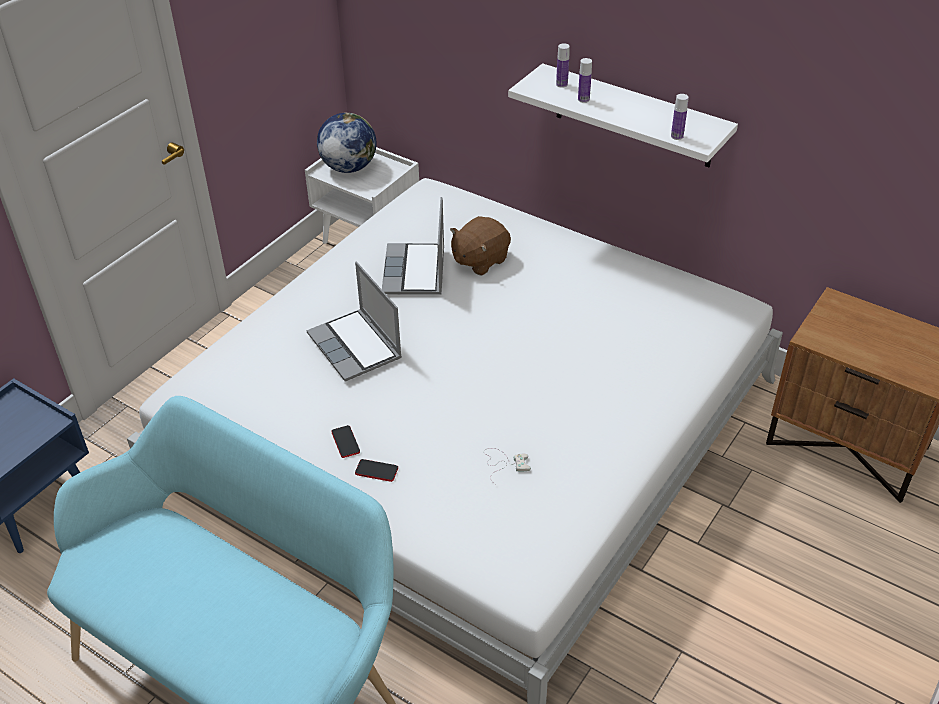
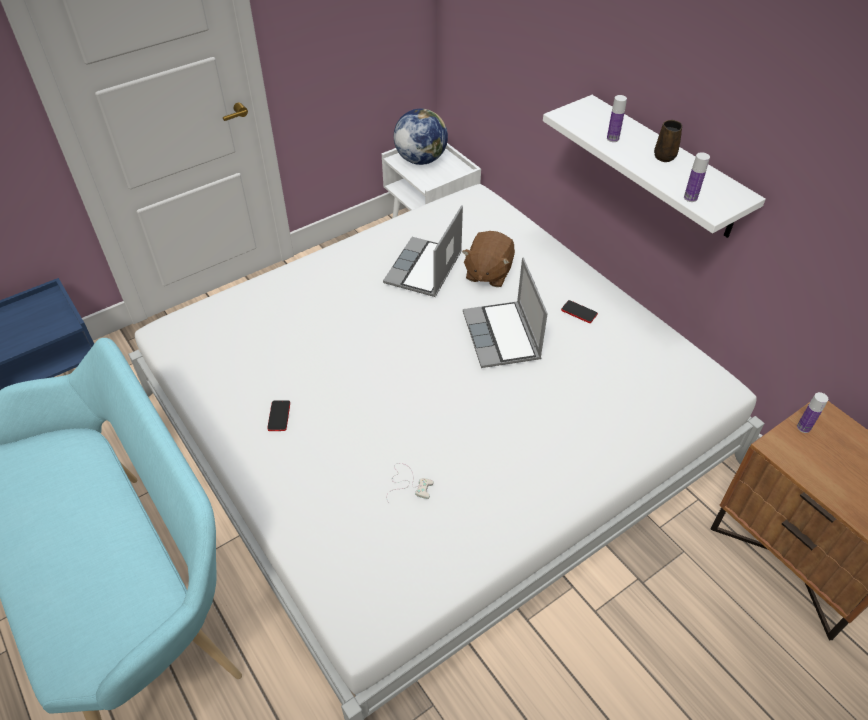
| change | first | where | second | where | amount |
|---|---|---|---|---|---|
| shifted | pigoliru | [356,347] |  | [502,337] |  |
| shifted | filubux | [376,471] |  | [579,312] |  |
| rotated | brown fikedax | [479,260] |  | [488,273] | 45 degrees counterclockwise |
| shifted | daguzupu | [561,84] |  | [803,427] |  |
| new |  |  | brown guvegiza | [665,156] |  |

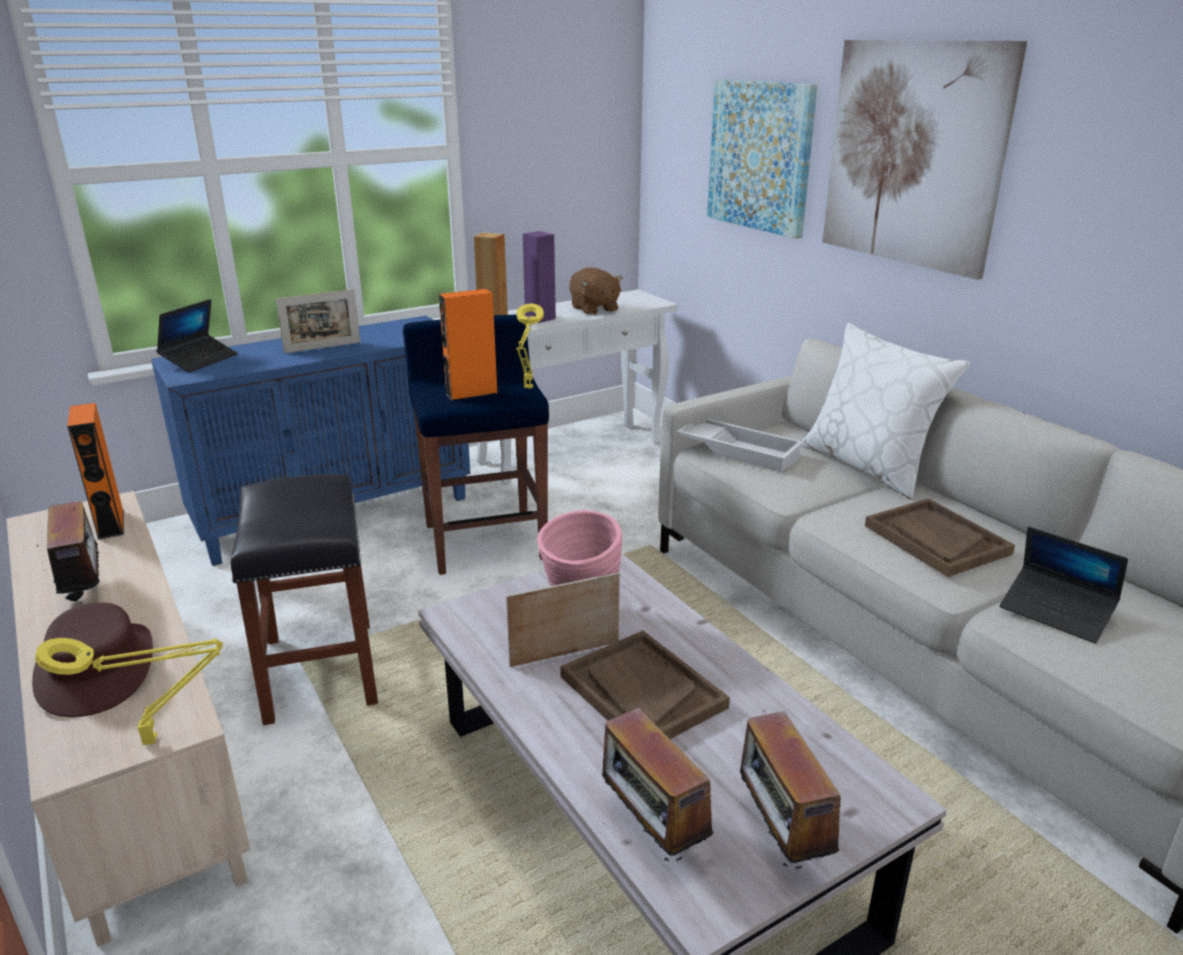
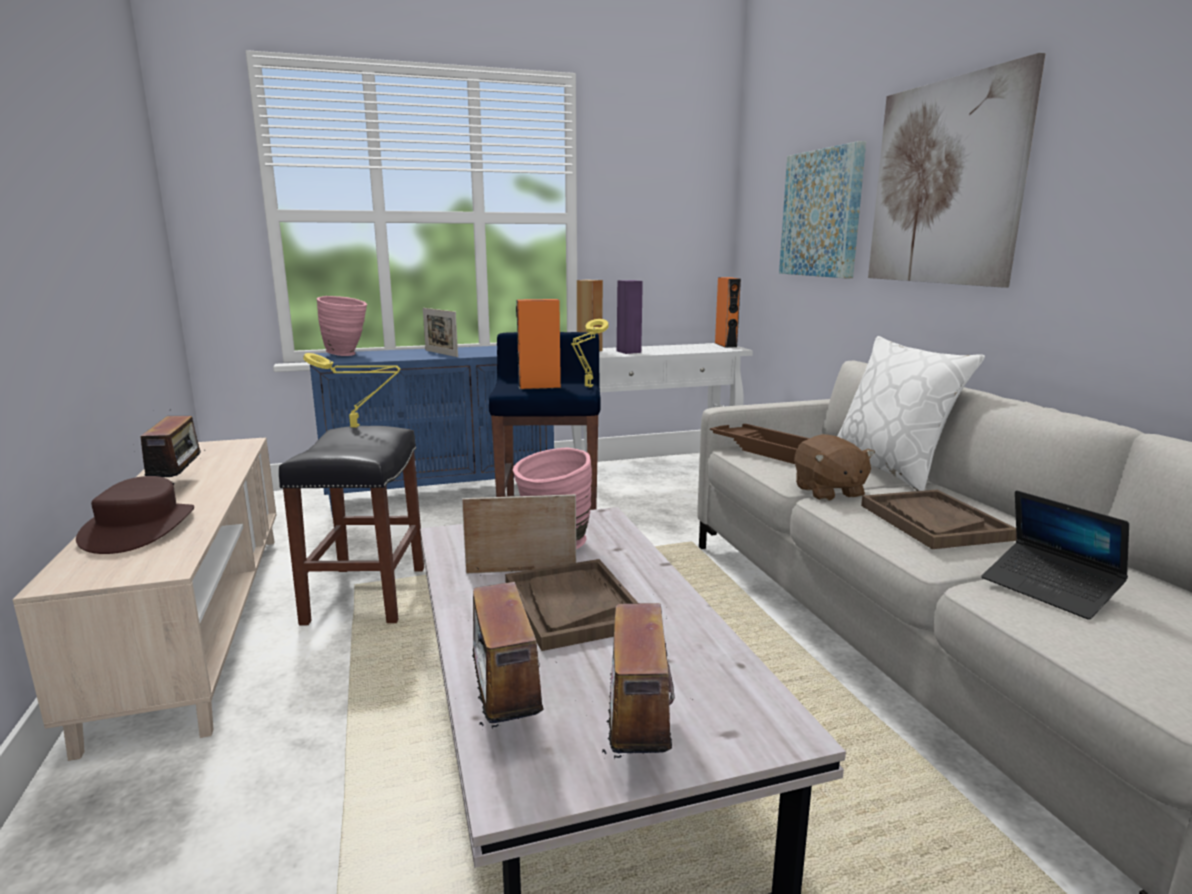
| change | first | where | second | where | amount |
|---|---|---|---|---|---|
| shifted | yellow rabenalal | [156,740] |  | [358,427] |  |
| shifted | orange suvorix | [111,524] |  | [725,345] |  |
| swapped | pigoliru | [200,360] | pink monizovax | [347,355] |  |
| rotated | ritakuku | [322,347] |  | [441,353] | 60 degrees clockwise |
| shifted | brown fikedax | [594,309] |  | [828,492] |  |
| repainted | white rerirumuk | [740,450] | brown rerirumuk | [767,449] |  |

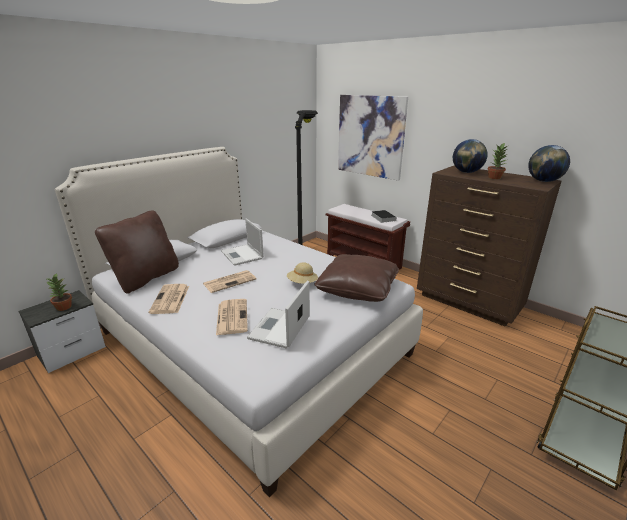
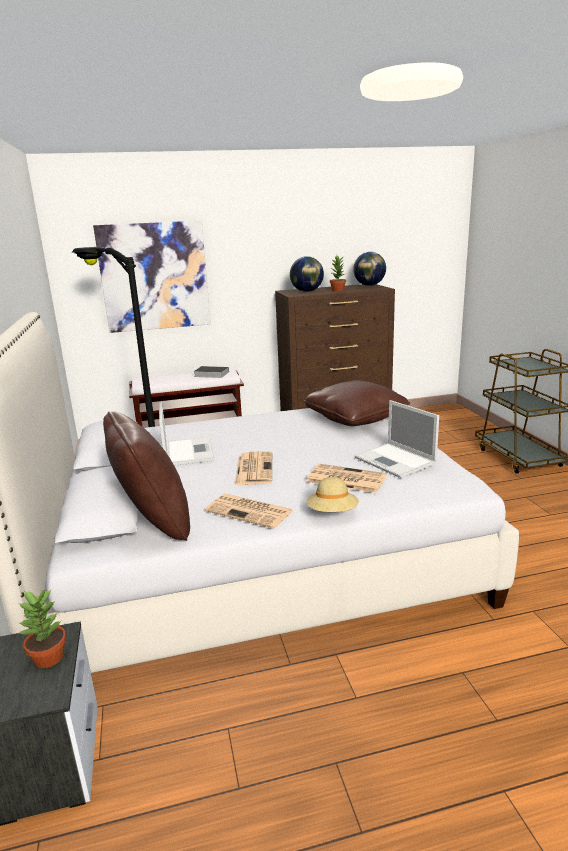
| change | first | where | second | where | amount |
|---|---|---|---|---|---|
| rotated | pigoliru | [242,255] |  | [187,451] | 105 degrees counterclockwise |
| shifted | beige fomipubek | [302,283] |  | [332,513] |  |

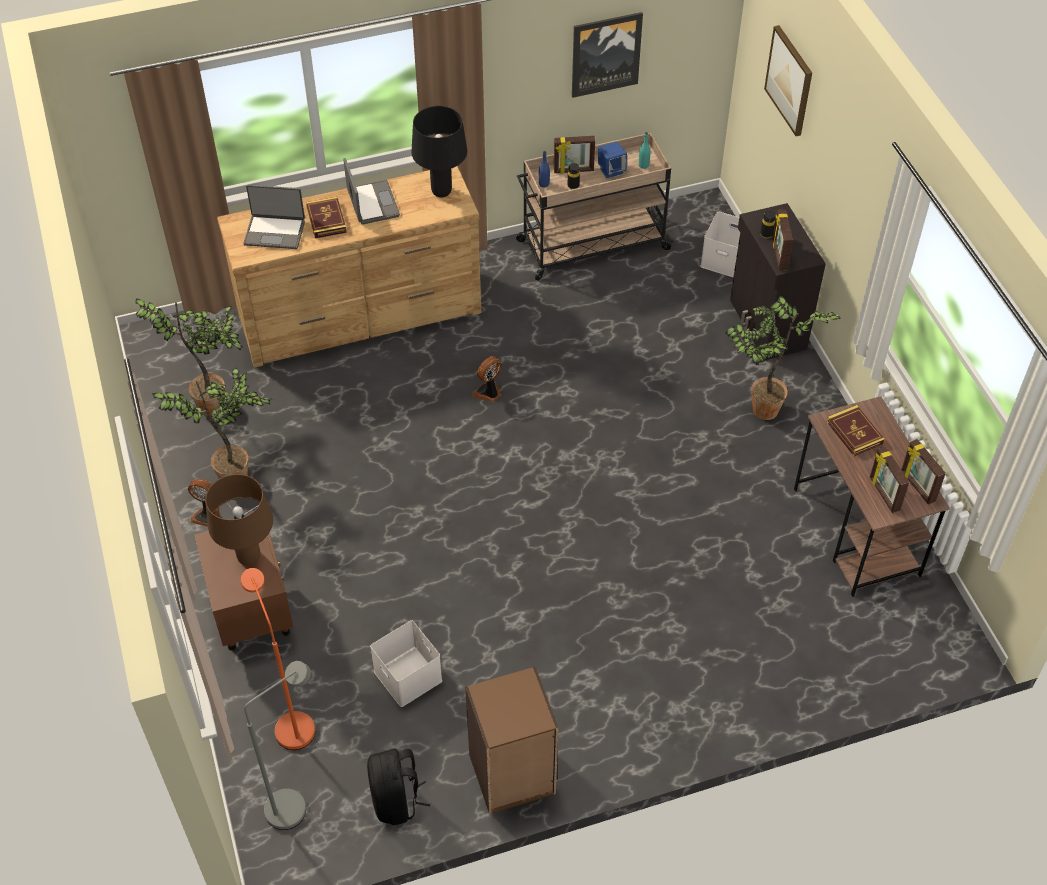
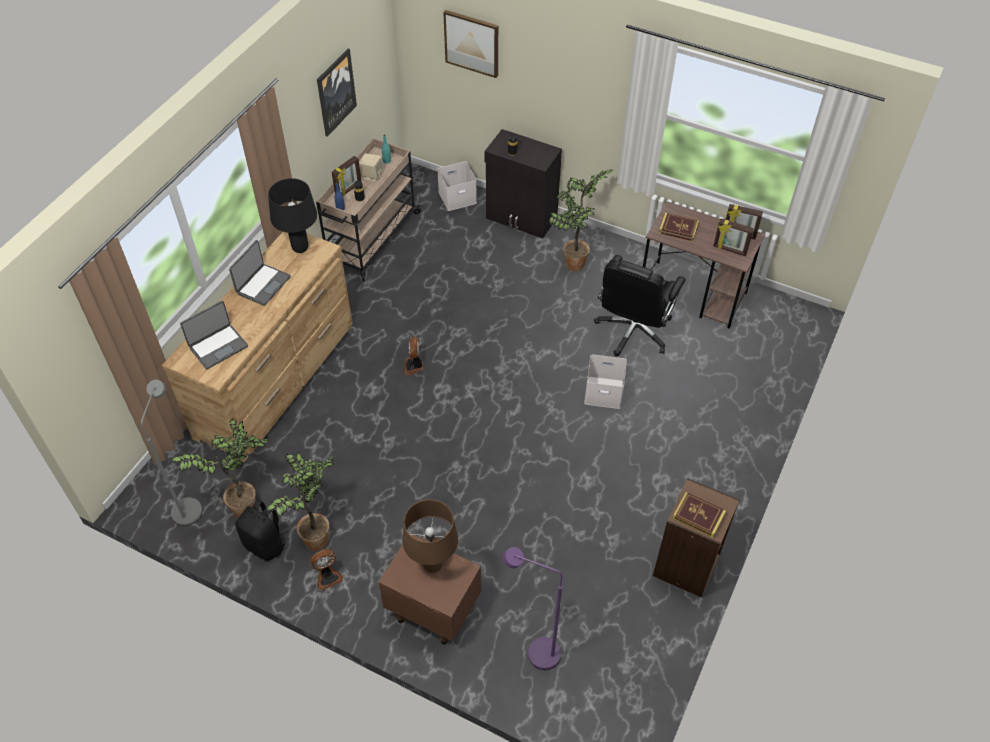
| change | first | where | second | where | amount |
|---|---|---|---|---|---|
| repainted | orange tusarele | [291,722] | purple tusarele | [535,651] |  |
| shifted | grey tusarele | [295,803] |  | [189,505] |  |
| shifted | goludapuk | [326,220] |  | [698,516] |  |
| rotated | pigoliru | [372,203] |  | [263,285] | 90 degrees clockwise |
| shifted | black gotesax | [396,800] |  | [266,544] |  |
| shifted | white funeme | [409,676] |  | [604,392] |  |
| repainted | blue suvorix | [611,170] | beige suvorix | [371,175] |  |
| gone | ritakuku | [778,256] |  |  |  |
| new |  |  | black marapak | [633,331] |  |

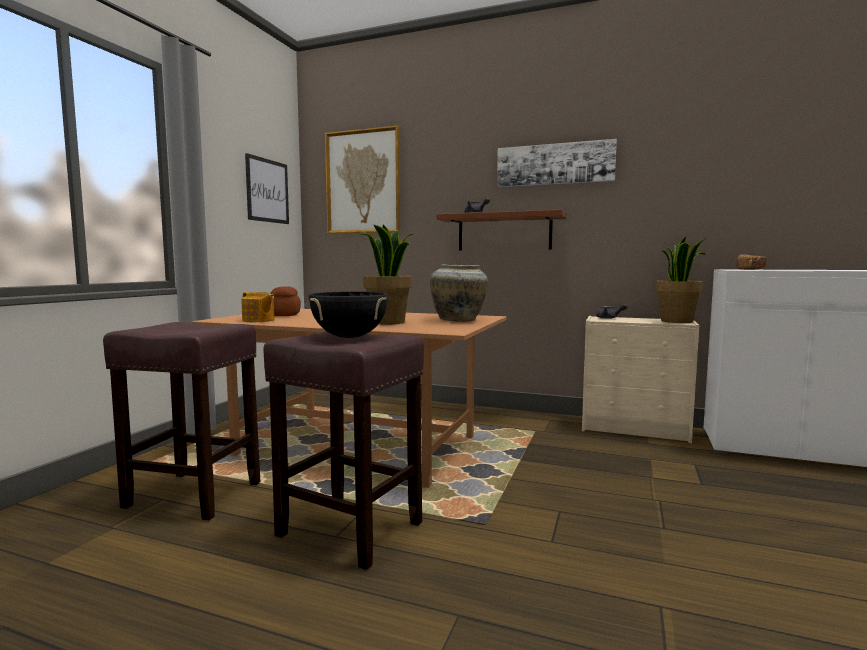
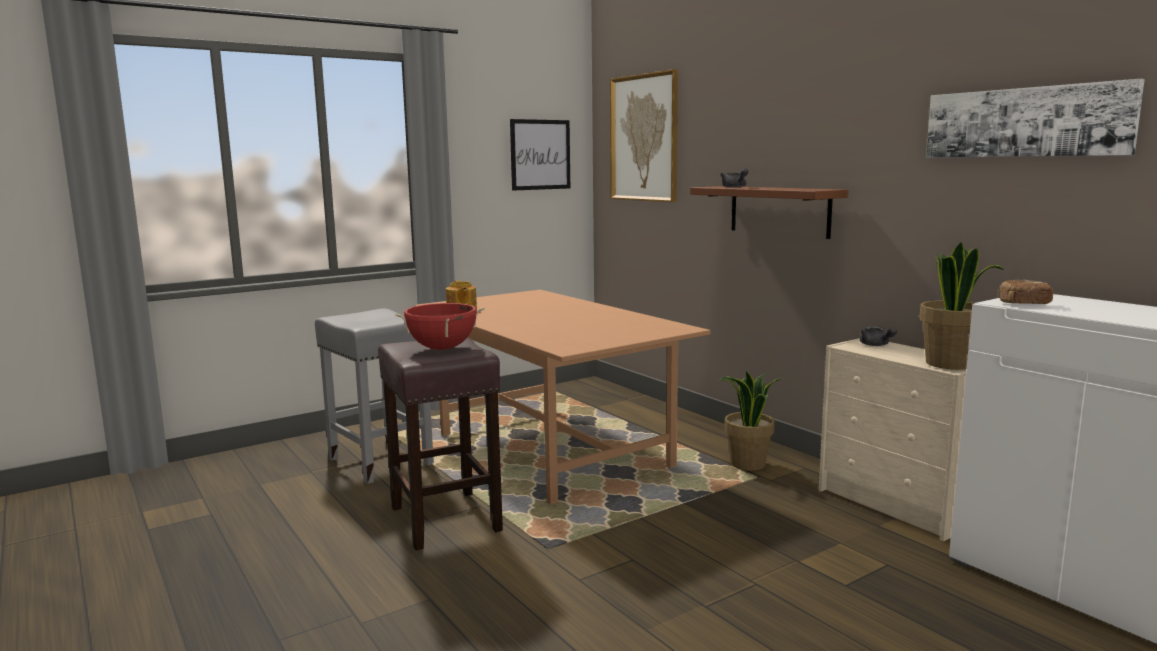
| change | first | where | second | where | amount |
|---|---|---|---|---|---|
| repainted | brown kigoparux | [191,494] | grey kigoparux | [379,461] |  |
| gone | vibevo | [284,315] |  |  |  |
| repainted | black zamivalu | [349,337] | red zamivalu | [442,348] |  |
| shifted | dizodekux | [388,322] |  | [748,464] |  |
| gone | beige monizovax | [458,320] |  |  |  |
| shifted | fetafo | [554,164] |  | [1025,122] |  |

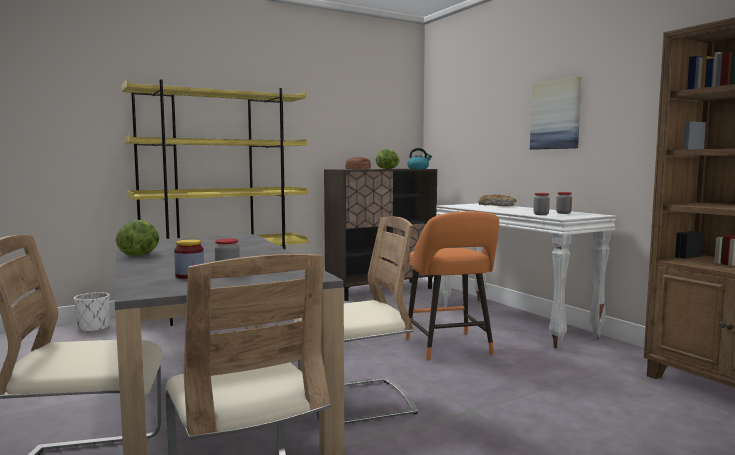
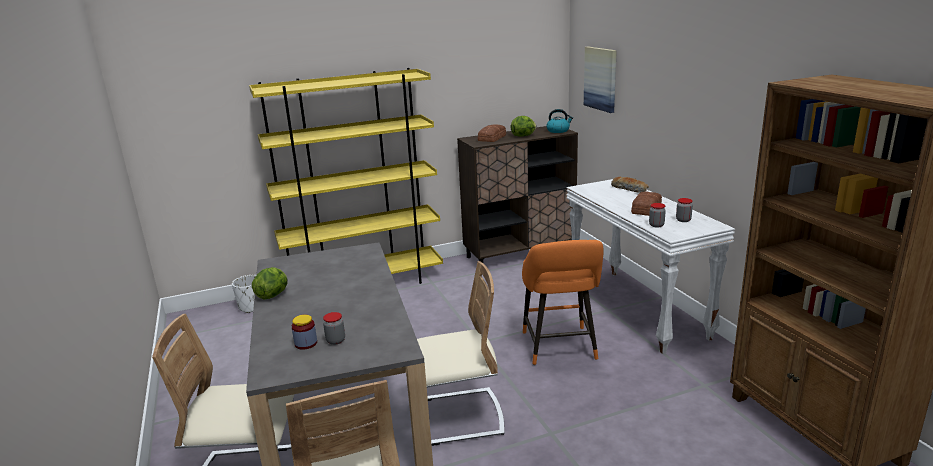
| change | first | where | second | where | amount |
|---|---|---|---|---|---|
| shifted | fetafo | [555,115] |  | [601,79] |  |
| new |  |  | vibevo | [645,209] |  |

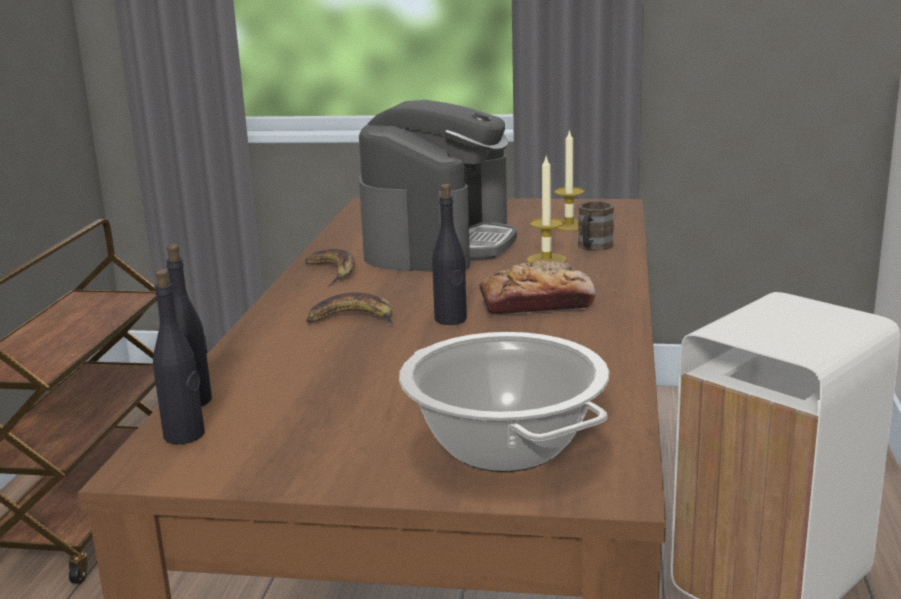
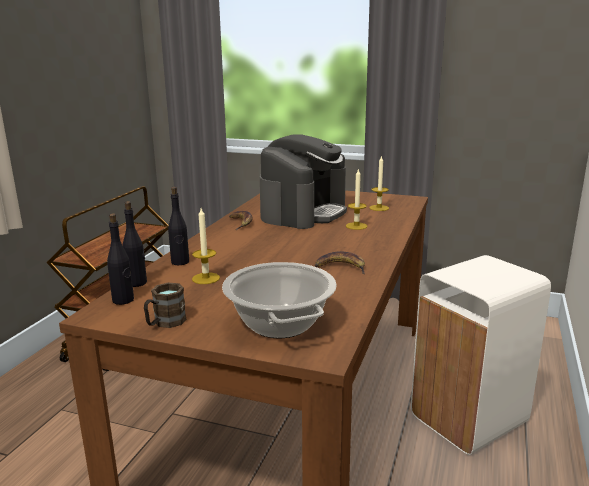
| change | first | where | second | where | amount |
|---|---|---|---|---|---|
| shifted | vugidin | [353,319] |  | [341,267] |  |
| shifted | black daguzupu | [451,319] |  | [180,262] |  |
| gone | vibevo | [536,304] |  |  |  |
| shifted | brown guvegiza | [593,247] |  | [165,323] |  |
| new |  |  | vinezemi | [206,278] |  |

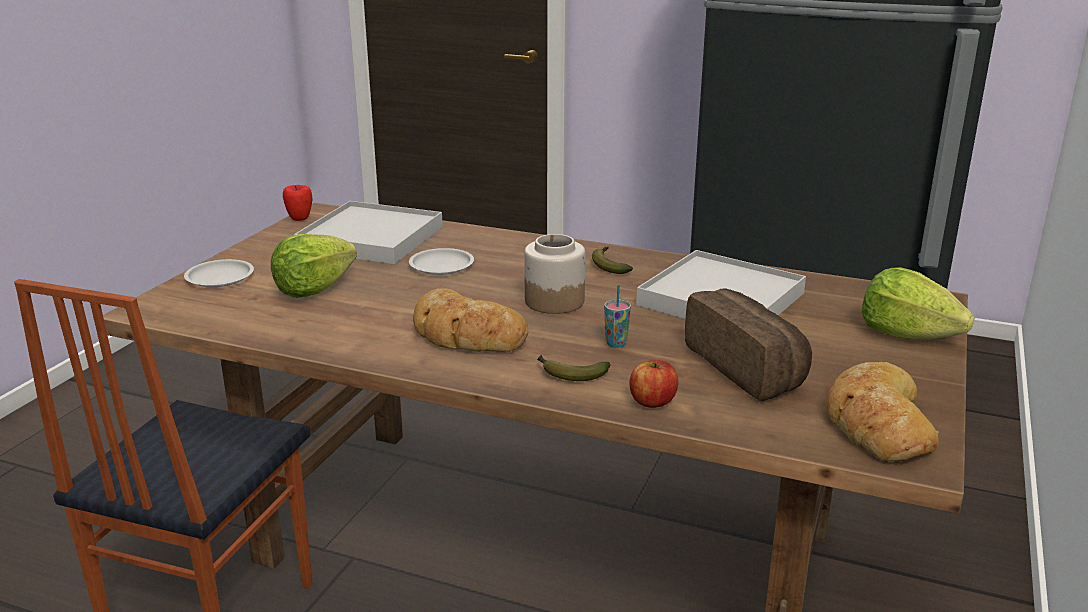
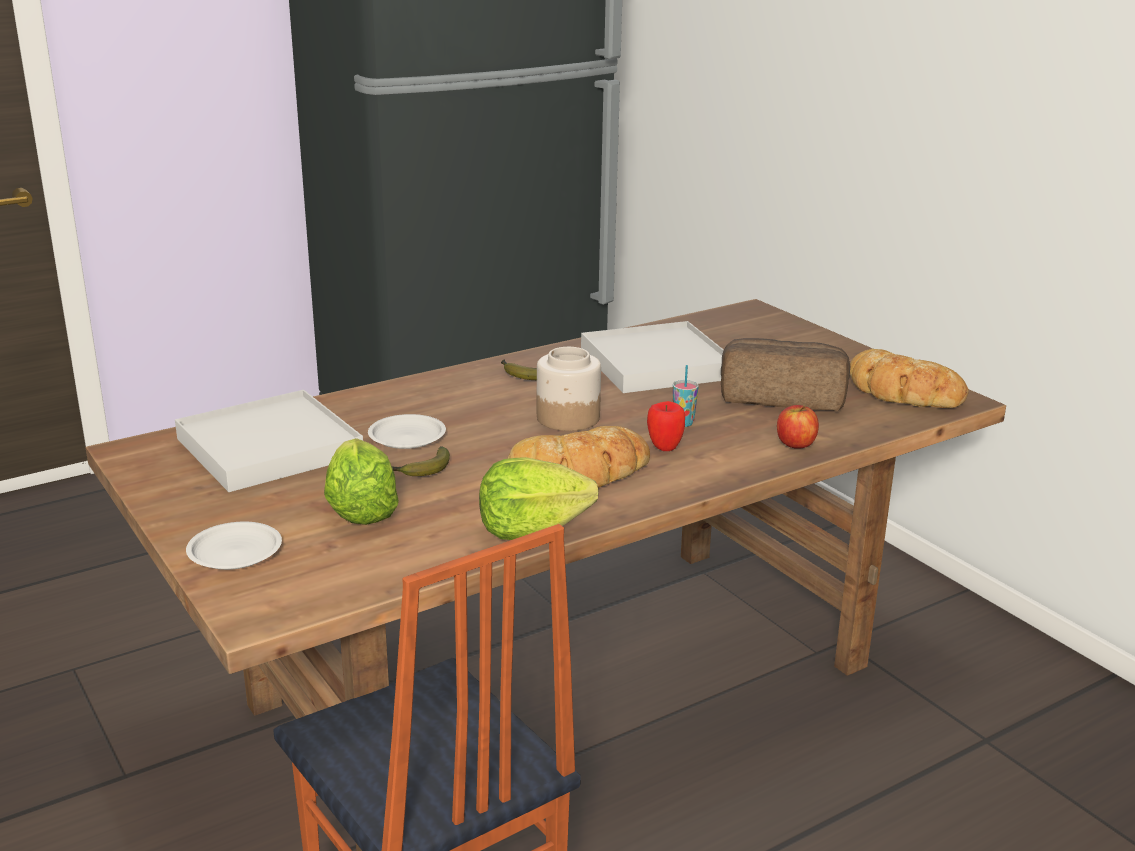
| change | first | where | second | where | amount |
|---|---|---|---|---|---|
| shifted | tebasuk | [300,218] |  | [664,447] |  |
| shifted | vugidin | [569,374] |  | [421,471] |  |
| shifted | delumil | [907,334] |  | [531,529] |  |

